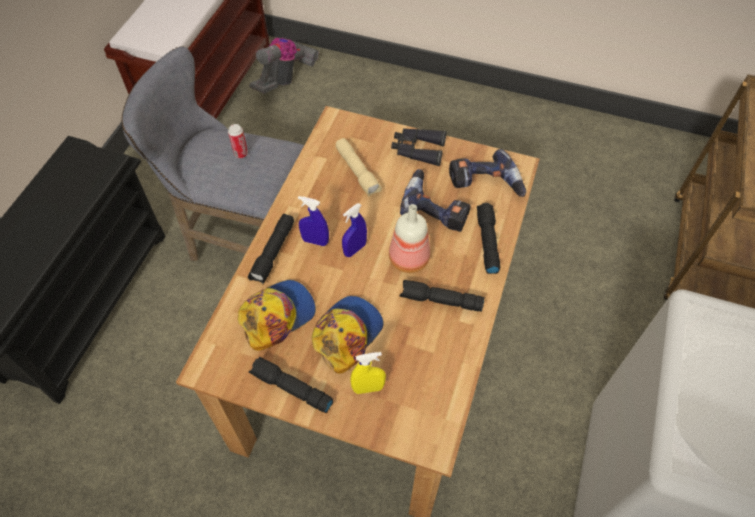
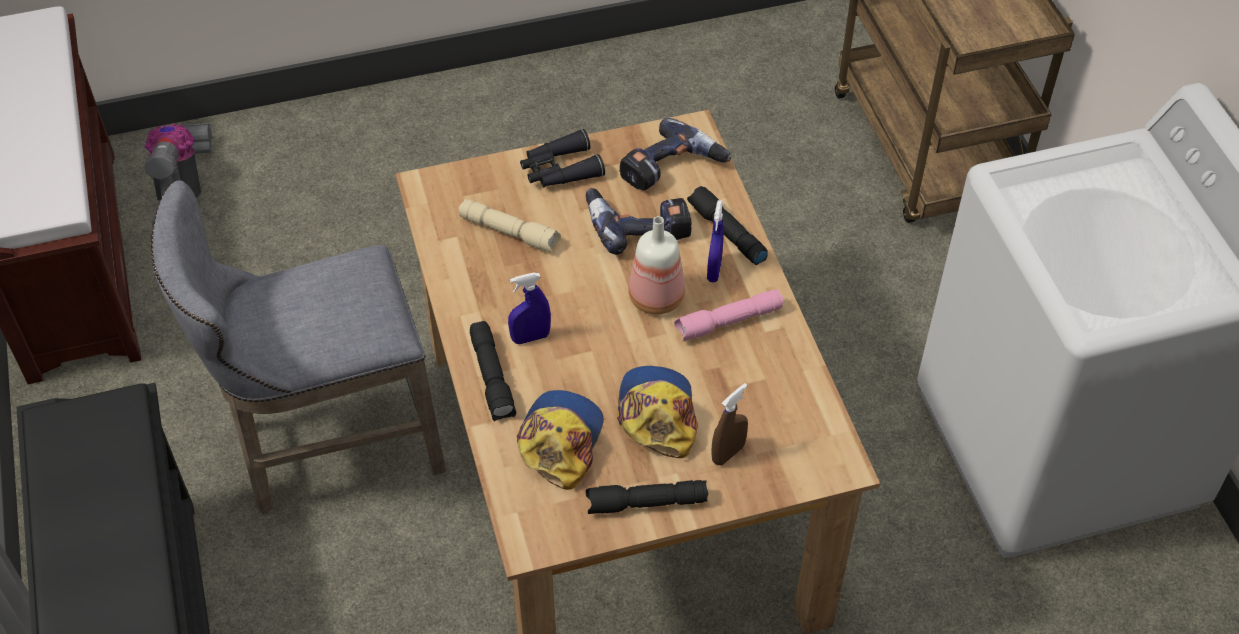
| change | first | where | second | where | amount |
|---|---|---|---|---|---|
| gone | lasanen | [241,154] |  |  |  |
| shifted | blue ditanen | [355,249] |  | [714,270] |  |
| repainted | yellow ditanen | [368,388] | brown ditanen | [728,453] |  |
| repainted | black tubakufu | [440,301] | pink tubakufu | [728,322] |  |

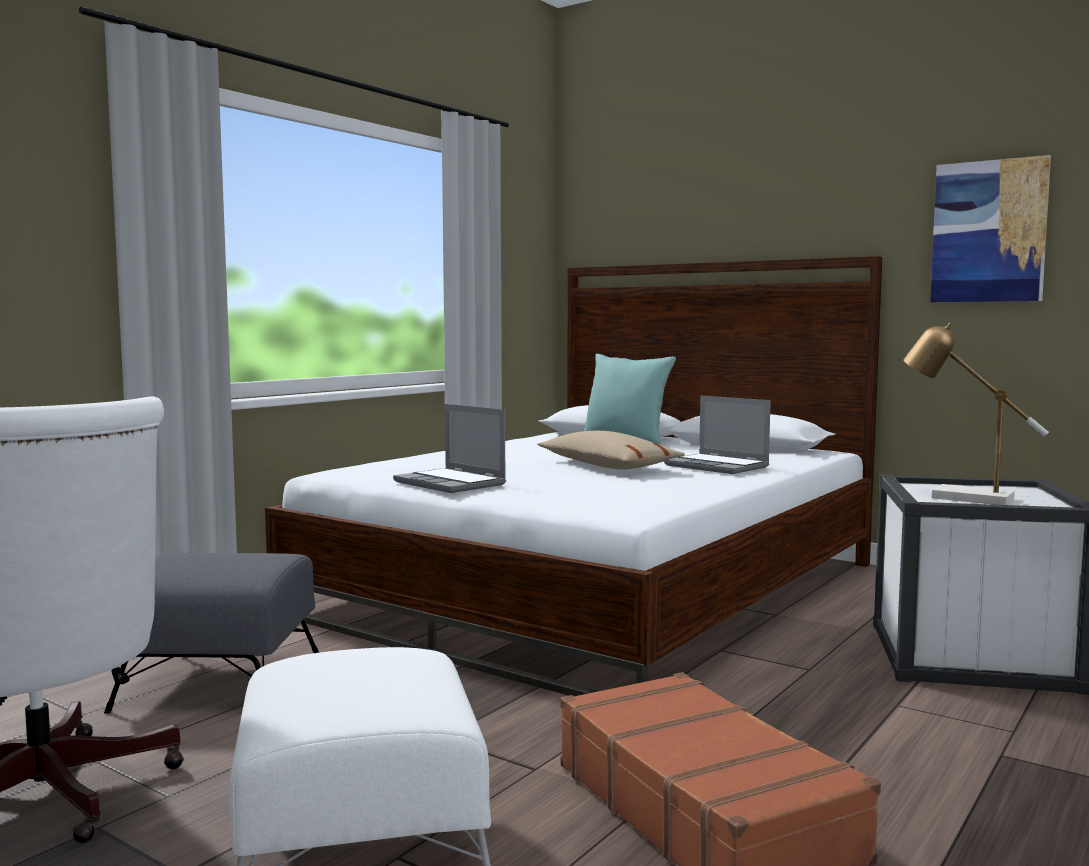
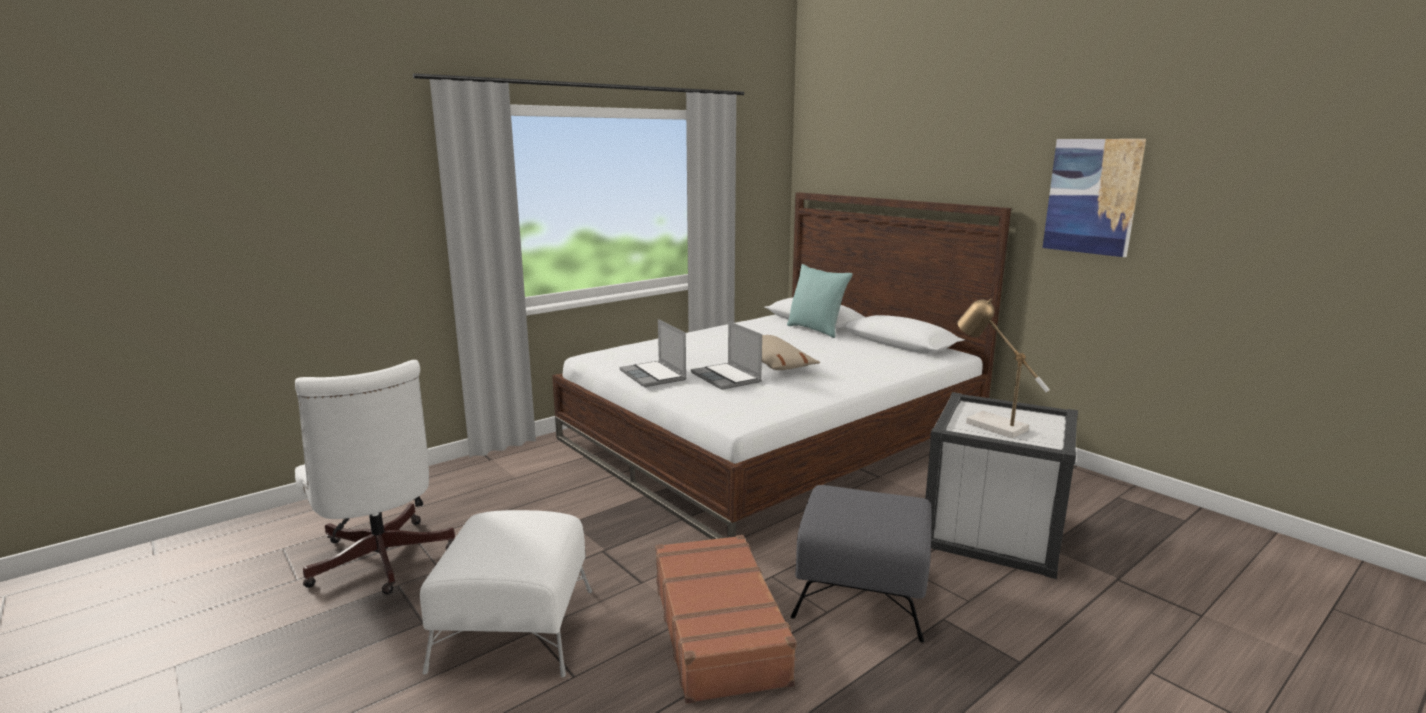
| change | first | where | second | where | amount |
|---|---|---|---|---|---|
| shifted | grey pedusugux | [219,681] |  | [860,591] |  |
| shifted | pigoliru | [718,466] |  | [727,378] |  |

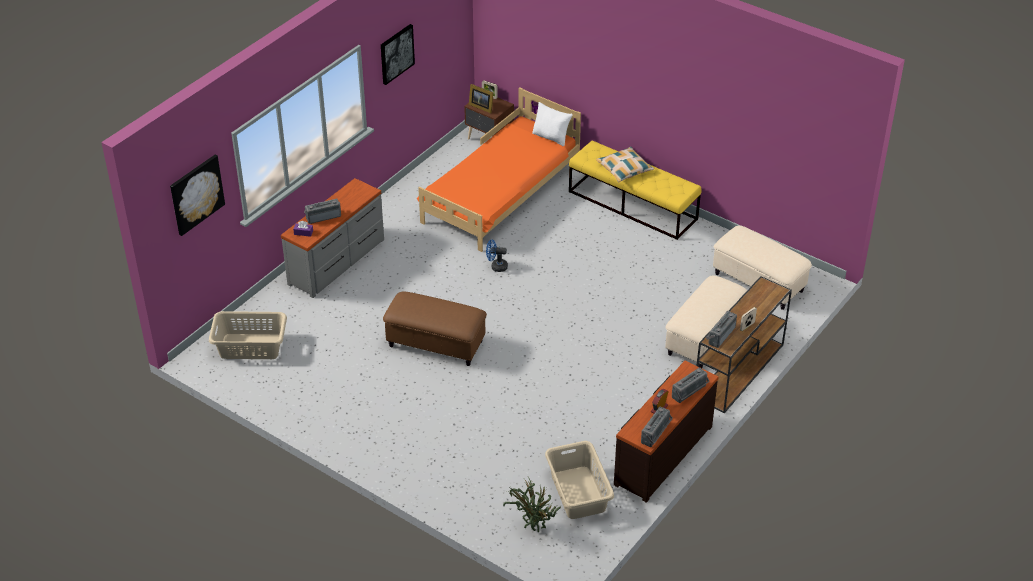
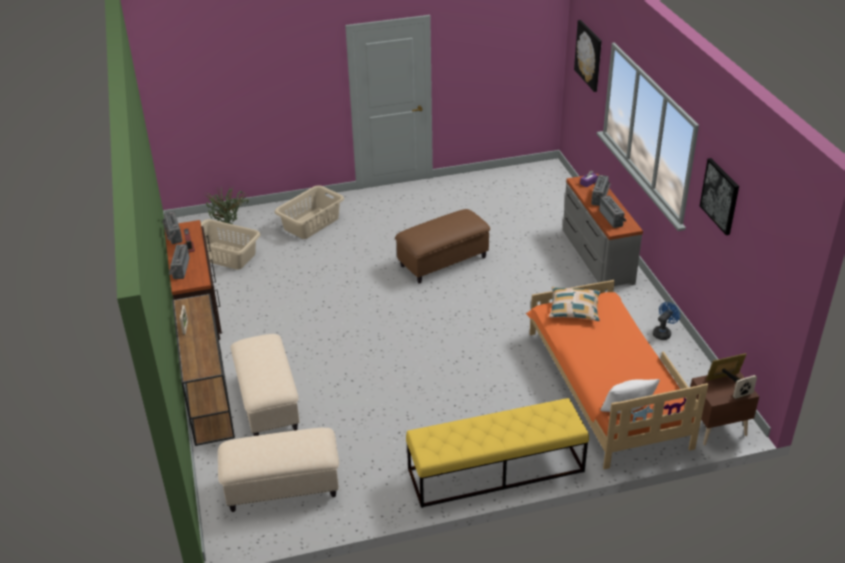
| change | first | where | second | where | amount |
|---|---|---|---|---|---|
| shifted | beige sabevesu | [250,346] |  | [312,223] |  |
| shifted | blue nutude | [496,266] |  | [663,333] |  |
| shifted | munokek | [624,169] |  | [574,309] |  |
| shifted | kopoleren | [720,335] |  | [612,218] |  |

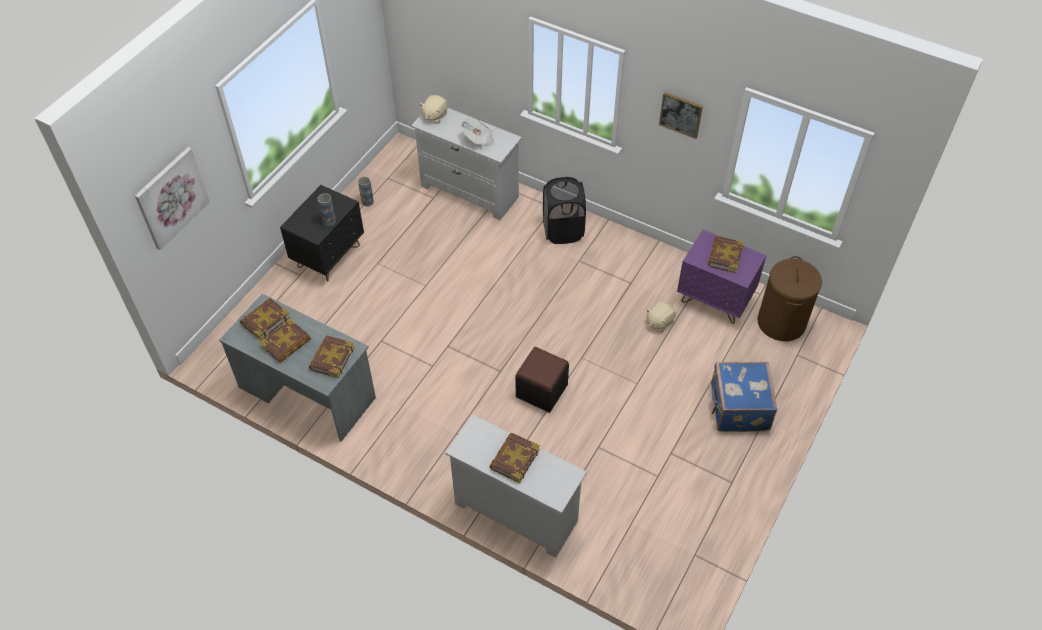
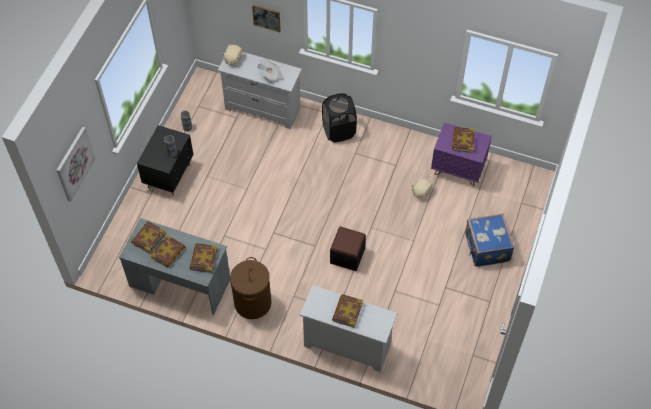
| change | first | where | second | where | amount |
|---|---|---|---|---|---|
| shifted | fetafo | [681,114] |  | [266,17] |  |
| shifted | brown sabevesu | [781,322] |  | [253,303] |  |

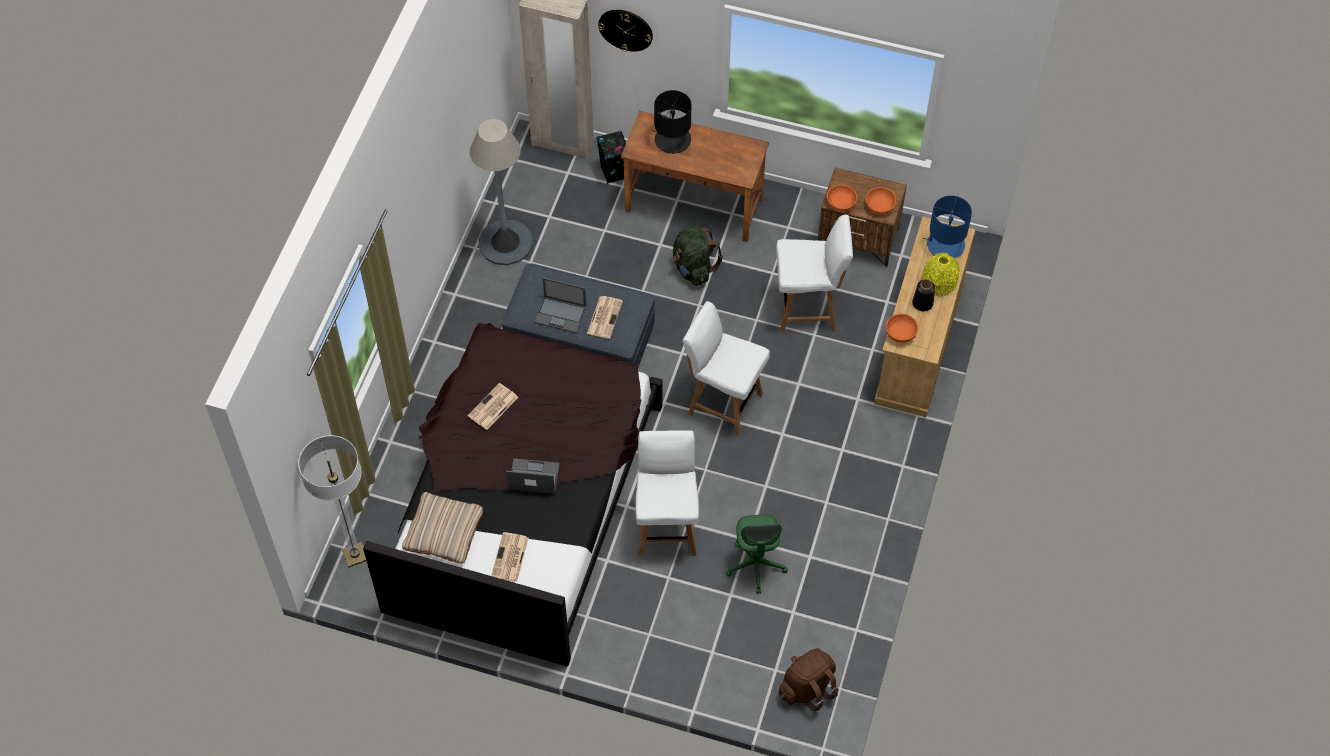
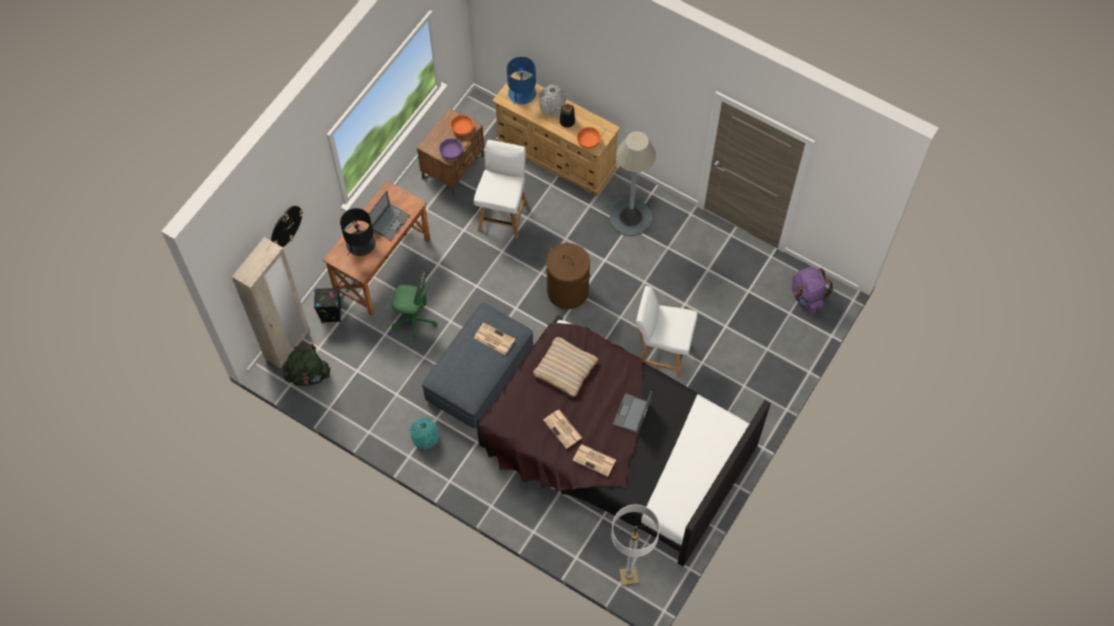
| change | first | where | second | where | amount |
|---|---|---|---|---|---|
| shifted | beige munokek | [443,531] |  | [565,369] |  |
| shifted | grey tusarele | [505,243] |  | [630,217] |  |
| shifted | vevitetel | [510,558] |  | [595,460] |  |
| shifted | pigoliru | [561,314] |  | [390,221] |  |
| shifted | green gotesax | [693,268] |  | [308,375] |  |
| swapped | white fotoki | [723,403] | brown sabevesu | [567,291] |  |
| shifted | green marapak | [756,565] |  | [414,321] |  |
| repainted | brown gotesax | [807,688] | purple gotesax | [807,297] |  |
| repainted | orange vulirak | [840,203] | purple vulirak | [451,153] |  |
| repainted | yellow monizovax | [939,282] | grey monizovax | [552,106] |  |
| new |  |  | turquoise monizovax | [425,437] |  |

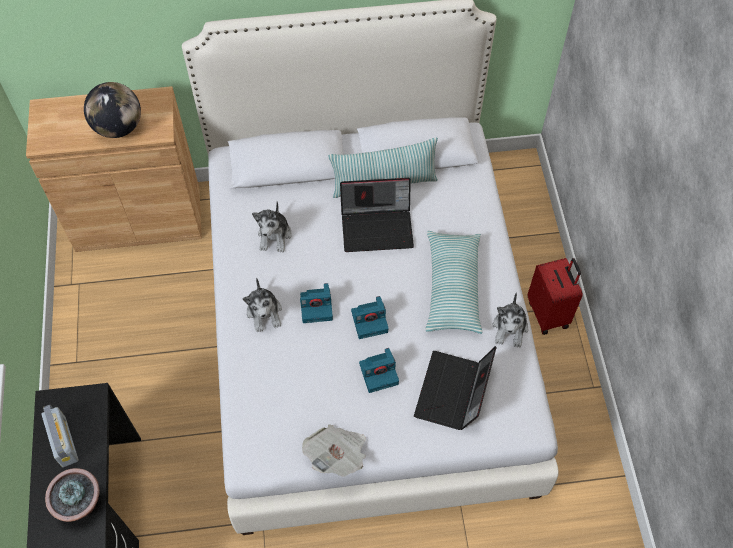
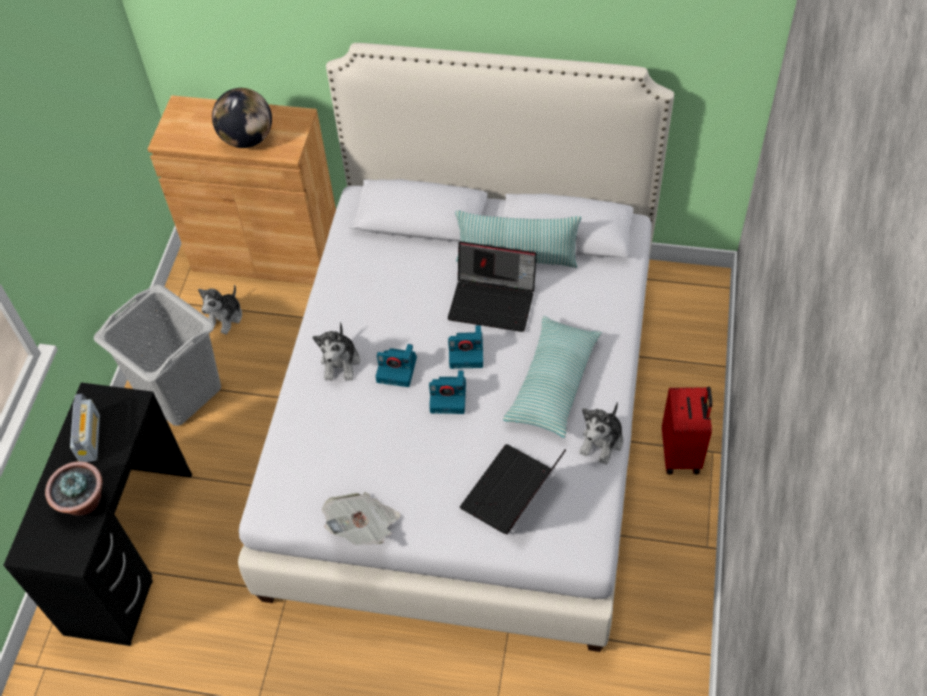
| change | first | where | second | where | amount |
|---|---|---|---|---|---|
| shifted | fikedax | [275,235] |  | [225,317] |  |
| shifted | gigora | [379,373] |  | [467,352] |  |
| new |  |  | grey sabevesu | [180,391] |  |

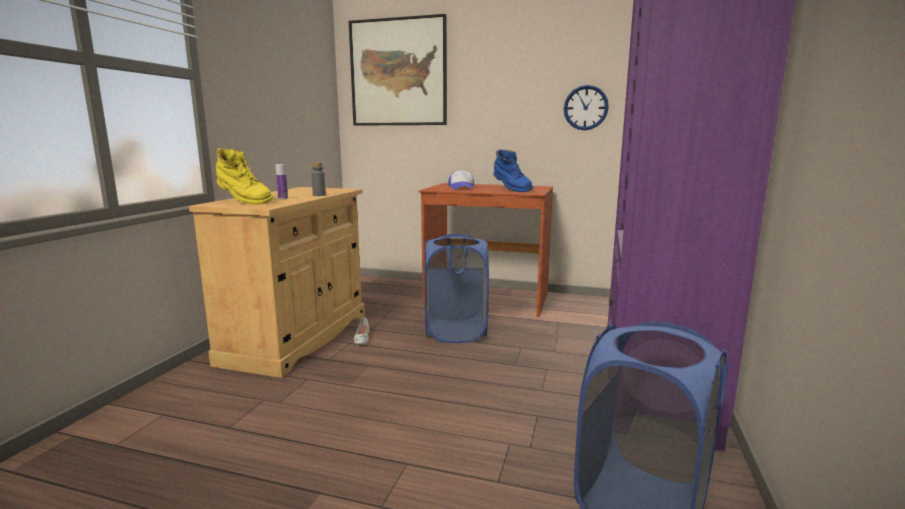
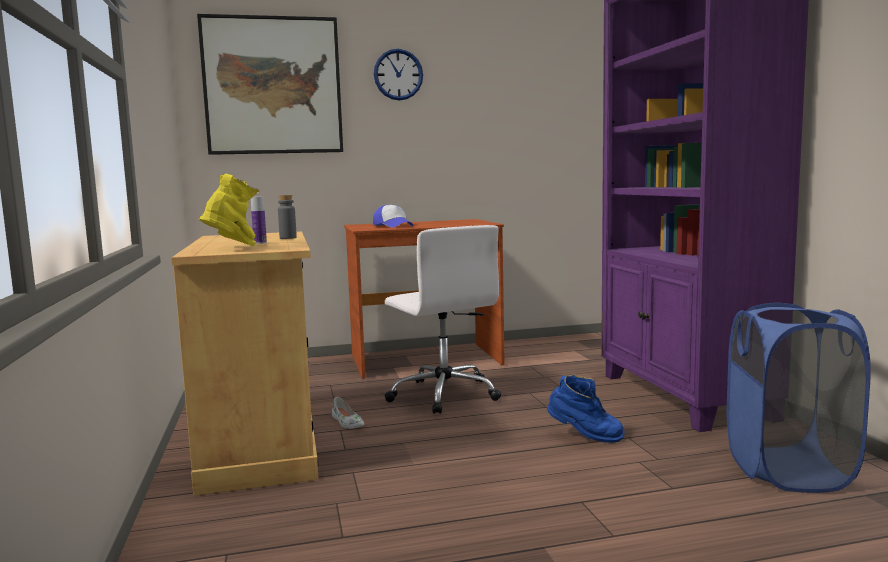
| change | first | where | second | where | amount |
|---|---|---|---|---|---|
| rotated | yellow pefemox | [243,202] |  | [233,249] | 75 degrees counterclockwise |
| swapped | blue sabevesu | [456,332] | white marapak | [444,394] |  |
| shifted | blue pefemox | [511,190] |  | [585,437] |  |
| shifted | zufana | [585,108] |  | [398,74] |  |

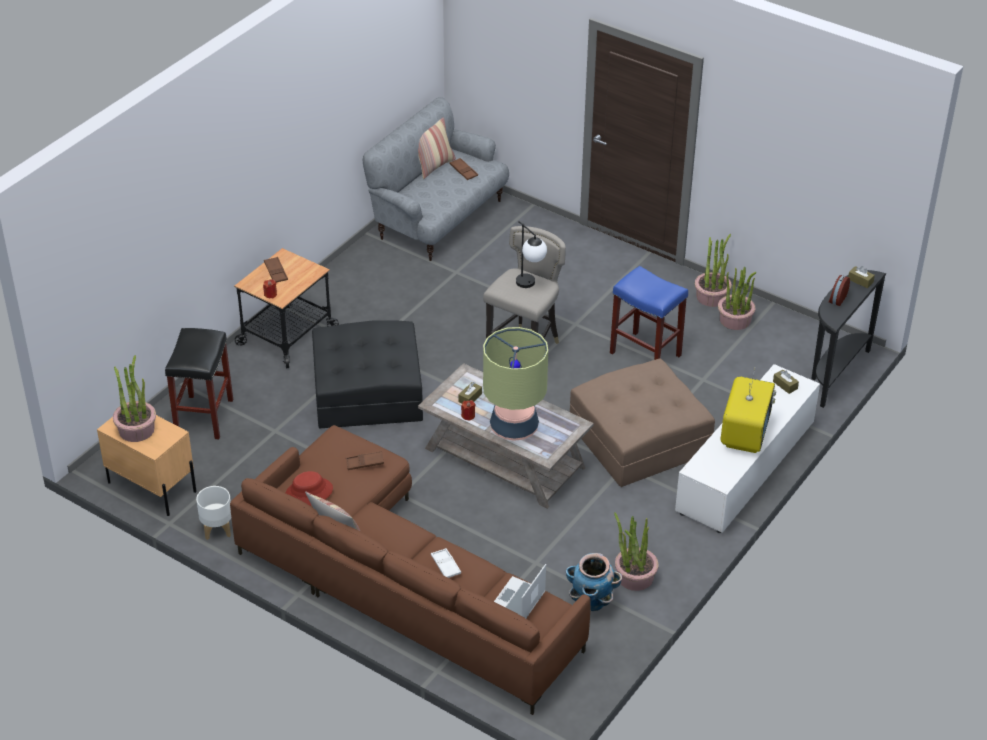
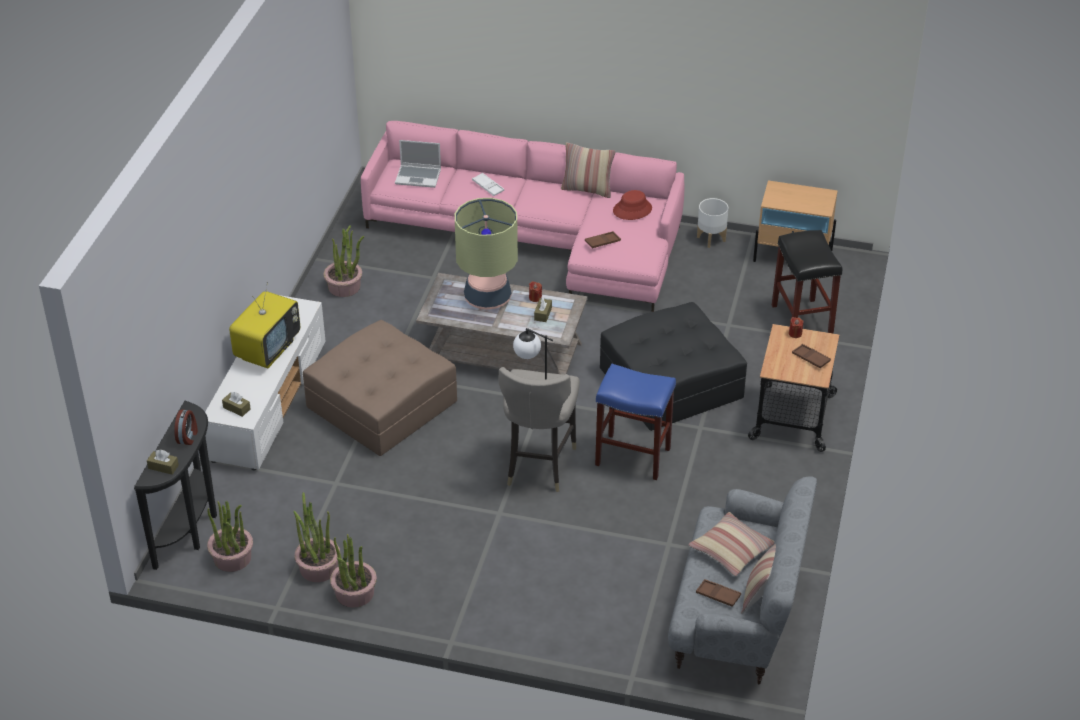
| change | first | where | second | where | amount |
|---|---|---|---|---|---|
| shifted | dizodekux | [136,429] |  | [232,558] |  |
| repainted | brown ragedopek | [399,582] | pink ragedopek | [537,238] |  |
| rotated | pigoliru | [517,602] |  | [419,177] | 90 degrees clockwise |
| gone | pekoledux | [592,602] |  |  |  |
| shifted | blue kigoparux | [646,354] |  | [631,457] |  |
| rotated | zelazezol | [745,434] |  | [267,349] | 150 degrees counterclockwise |
| new |  |  | munokek | [731,550] |  |

